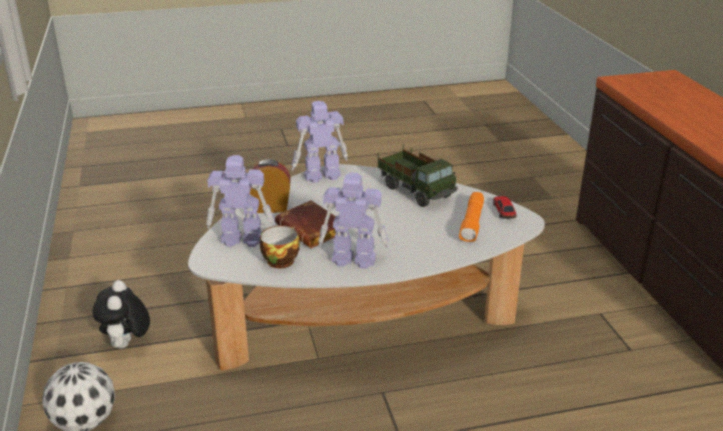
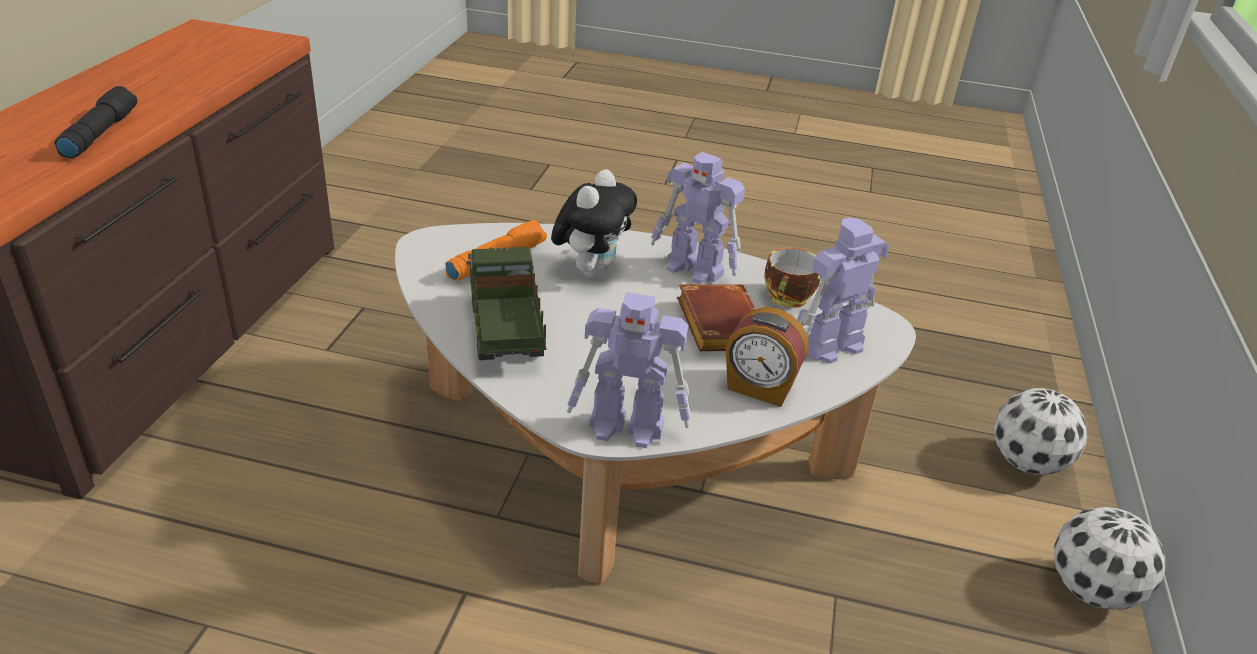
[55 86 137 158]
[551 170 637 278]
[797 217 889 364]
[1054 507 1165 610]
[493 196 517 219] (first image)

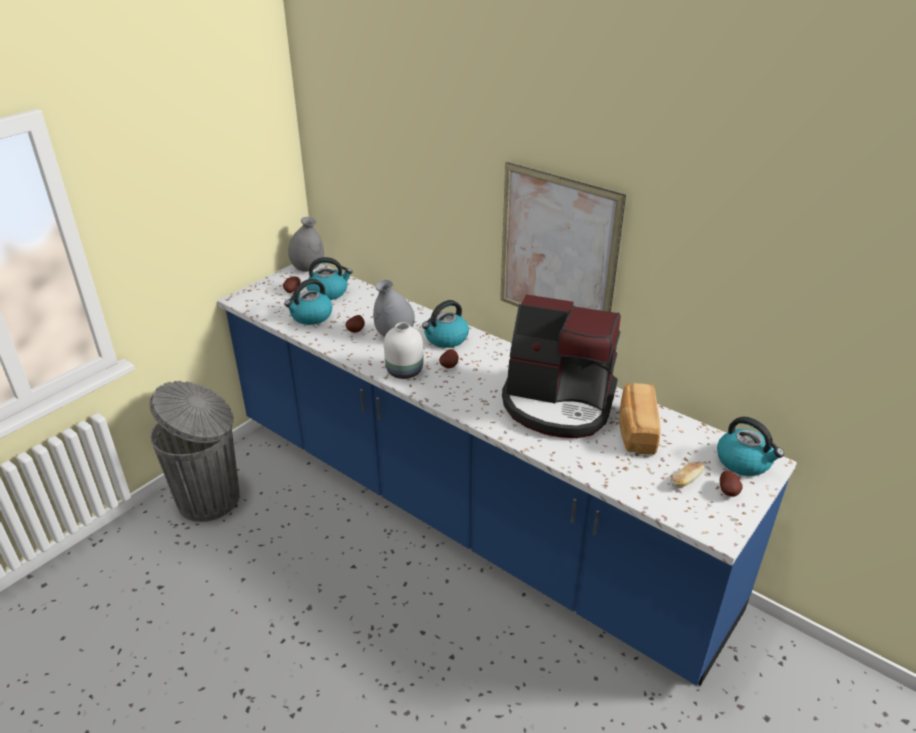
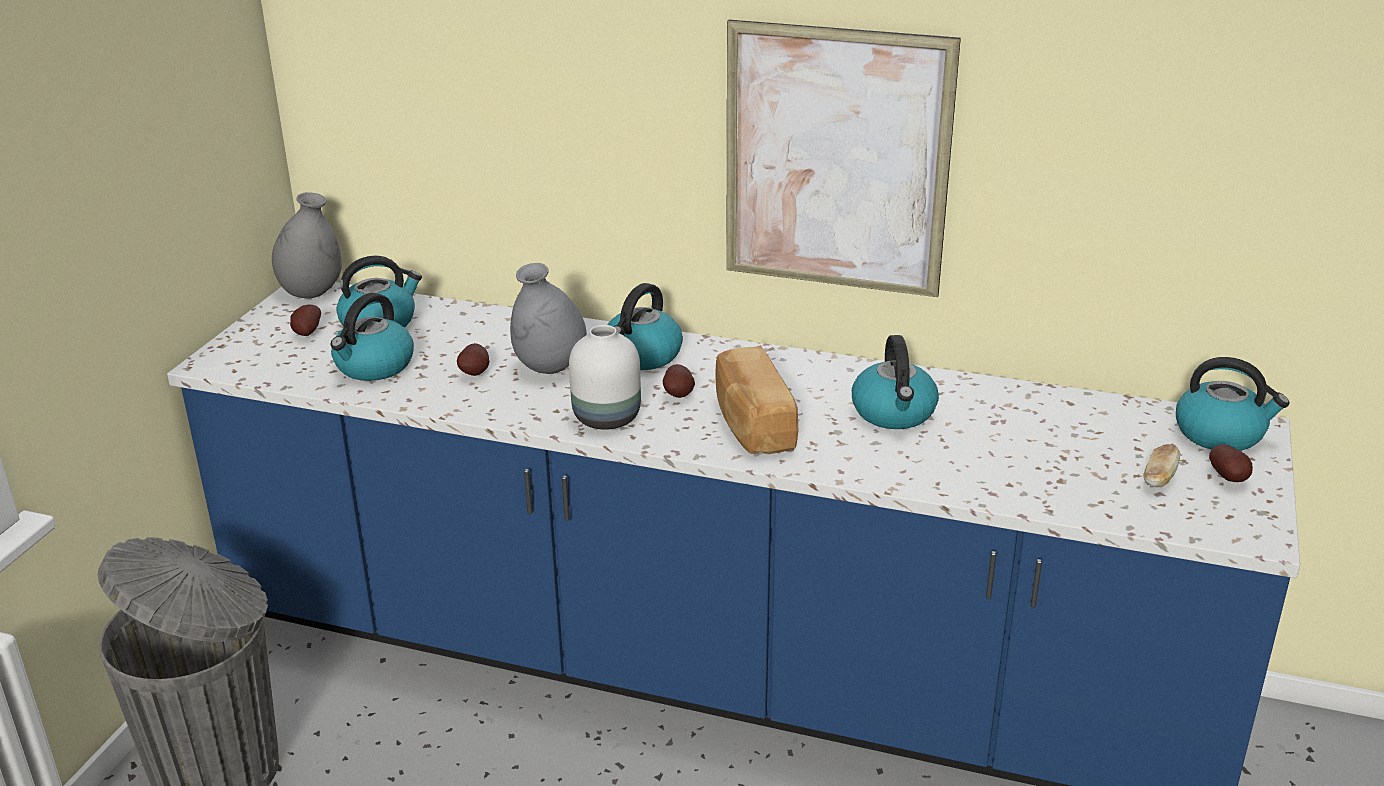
[715 345 798 454]
[852 335 939 429]

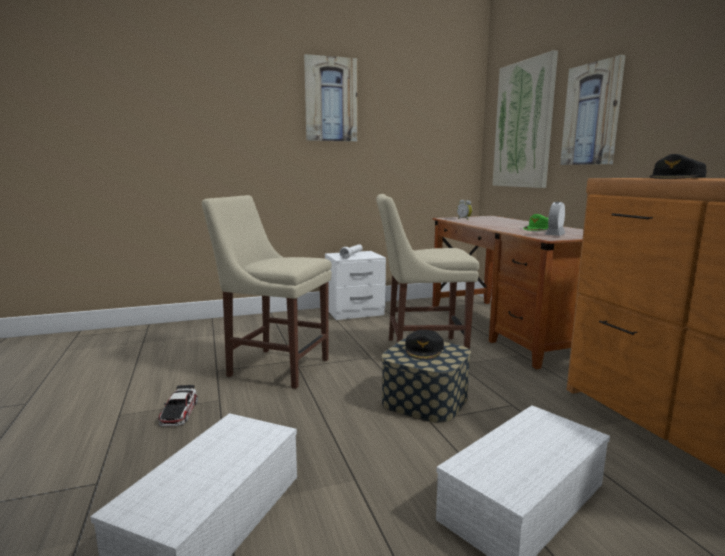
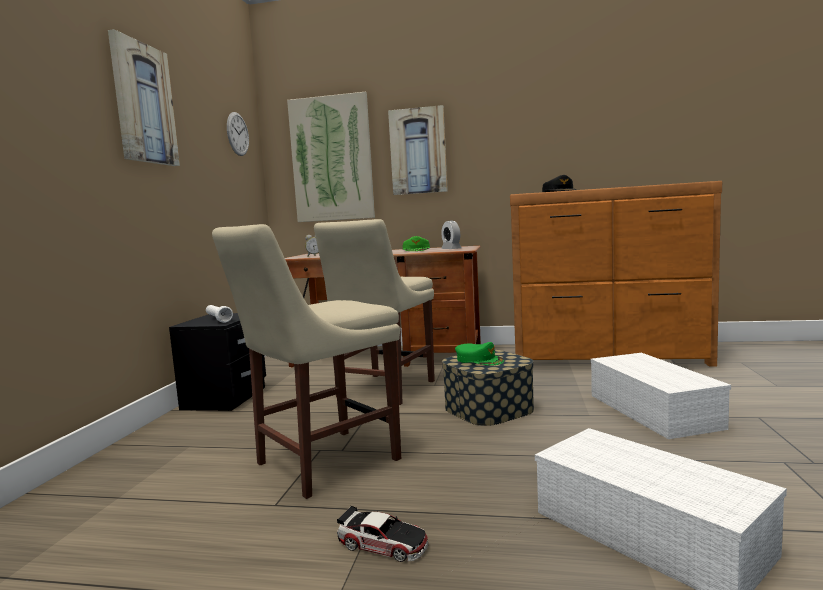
[169 313 266 411]
[227 112 249 156]
[455 342 504 366]

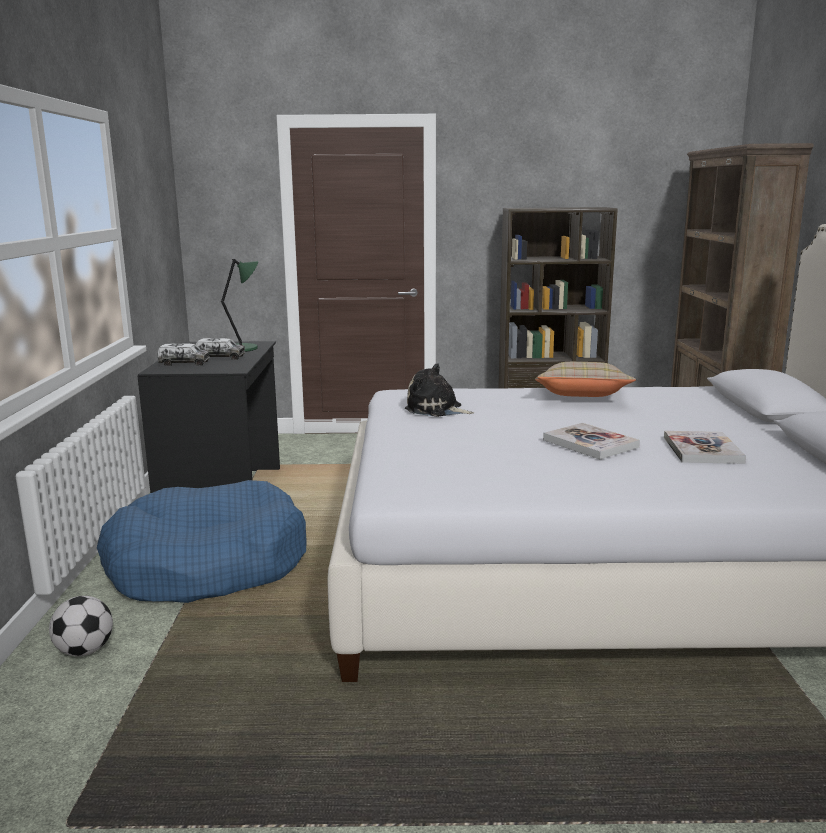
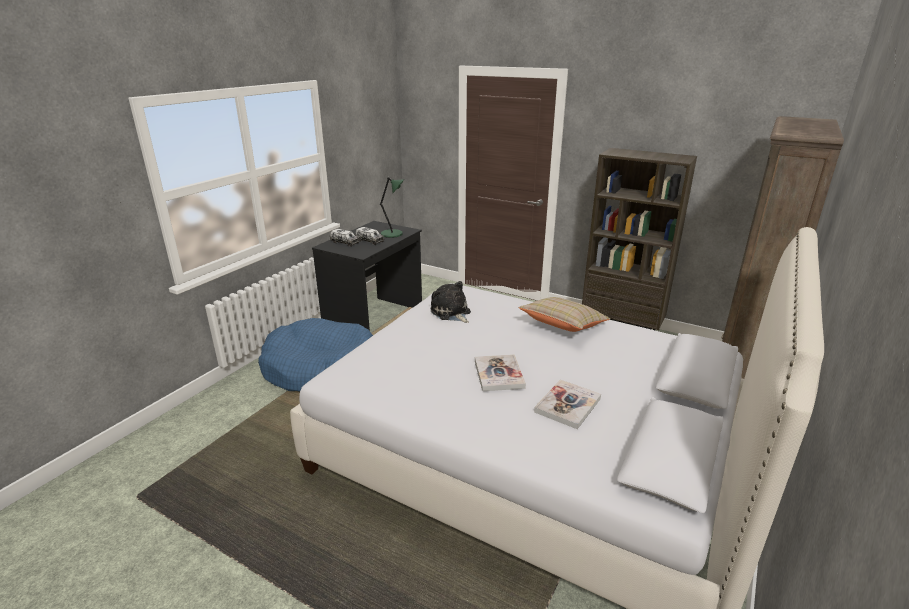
[49 596 113 656] (first image)

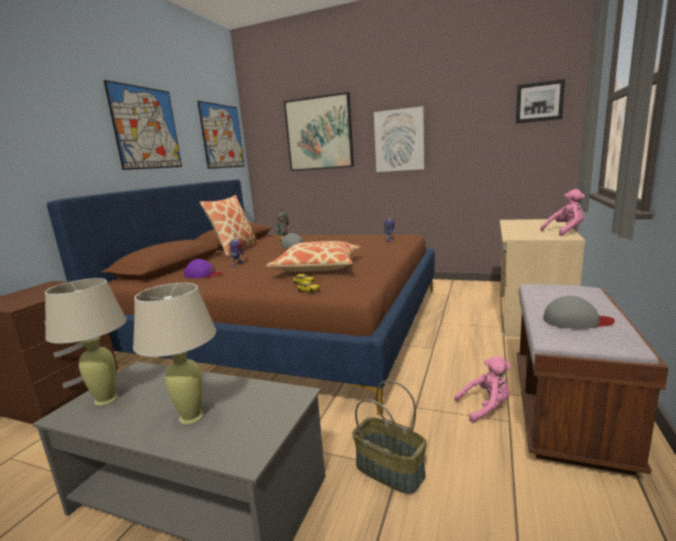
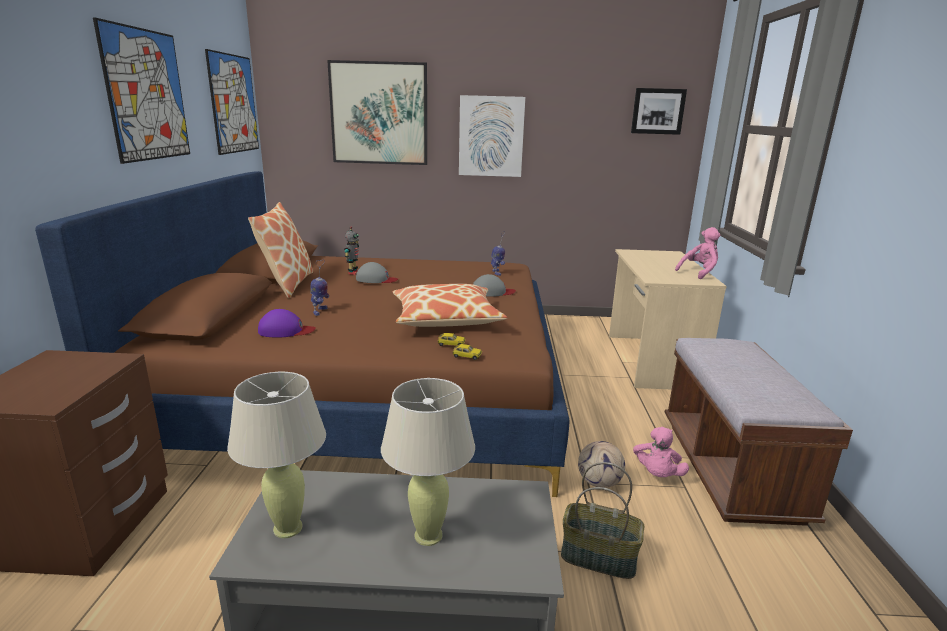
[473 274 516 297]
[578 441 625 488]
[633 427 689 477]

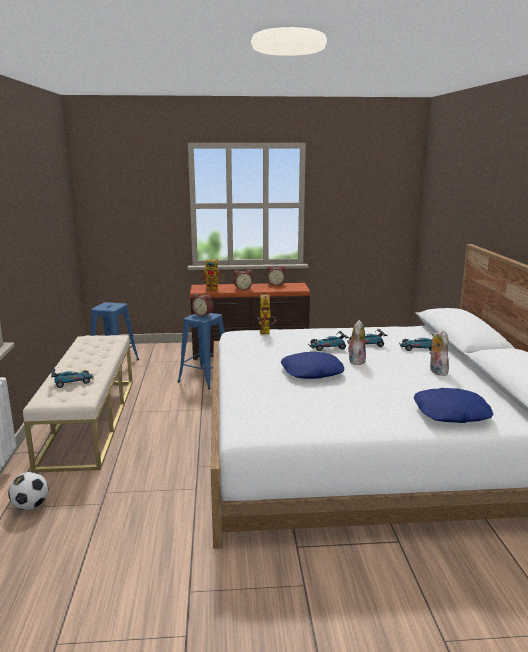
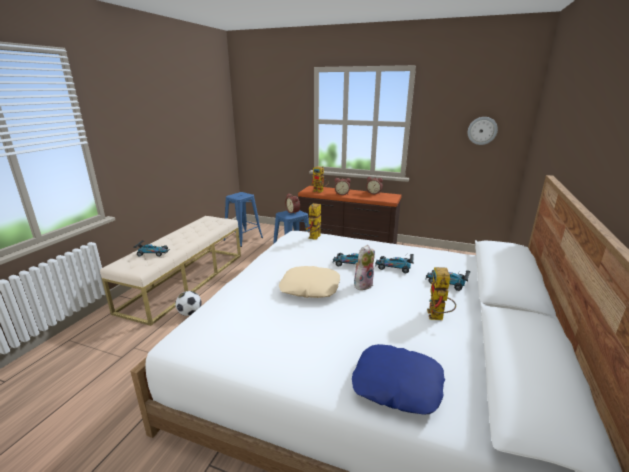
[175 291 202 316]
[279 266 340 298]
[427 267 456 320]
[468 117 498 145]

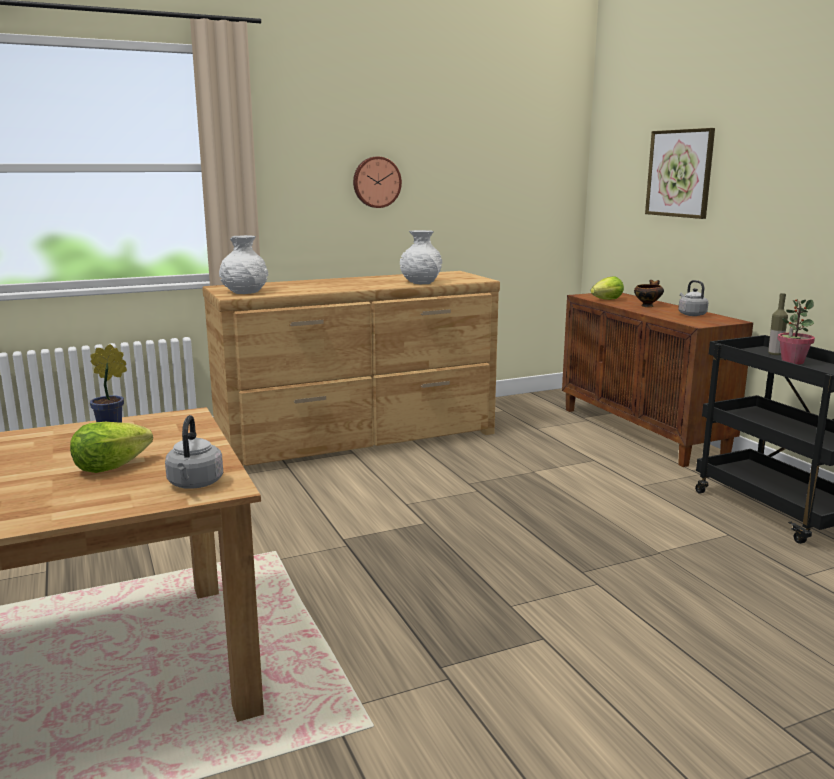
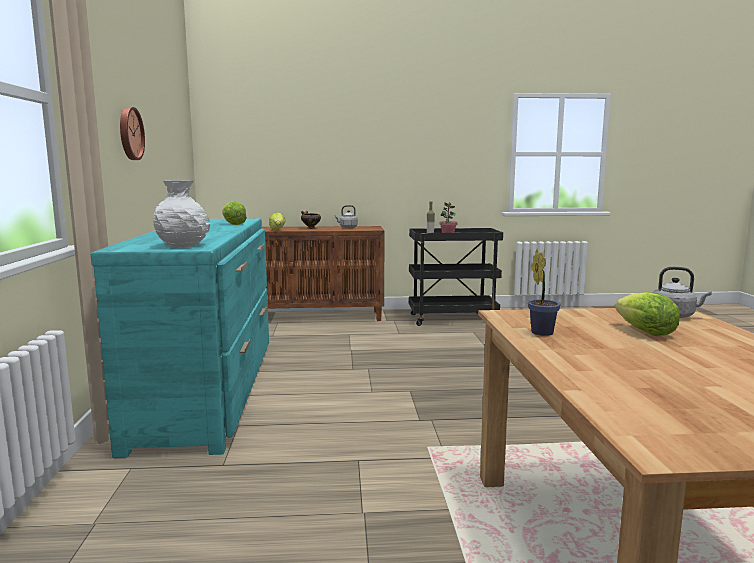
[91 219 269 458]
[222 201 247 225]
[645 128 715 219] (first image)

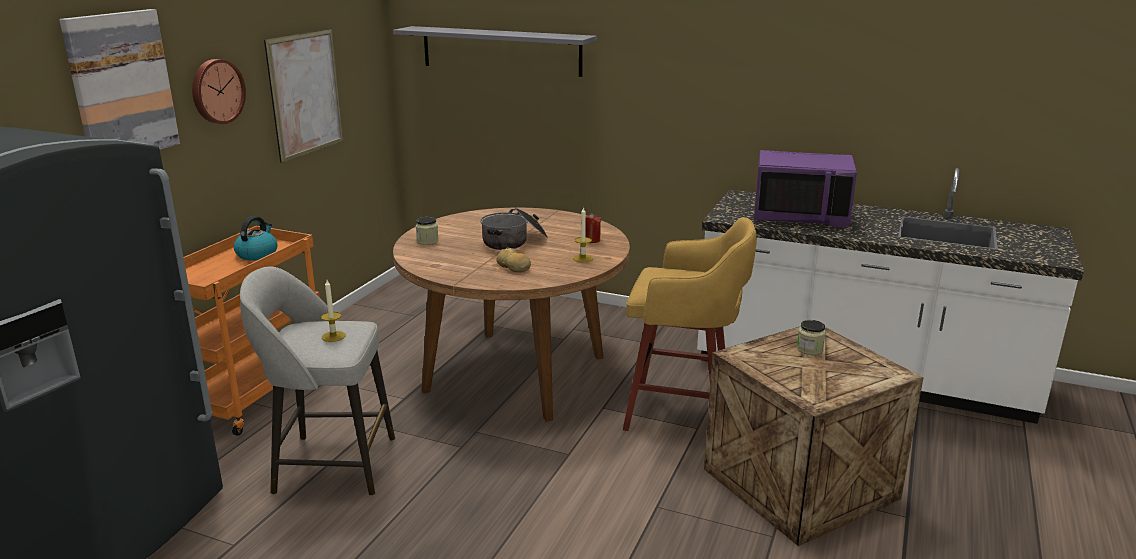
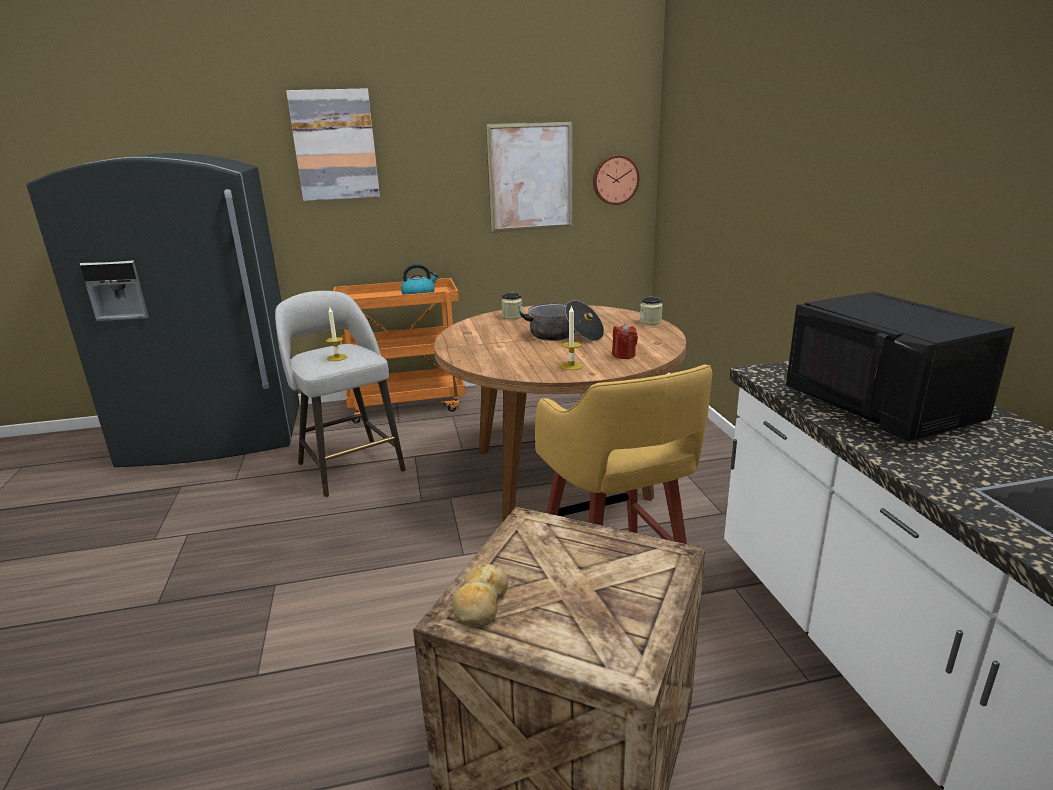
[452 563 508 627]
[593 155 639 205]
[640 297 663 325]
[786 292 1015 442]
[393 26 597 77] (first image)

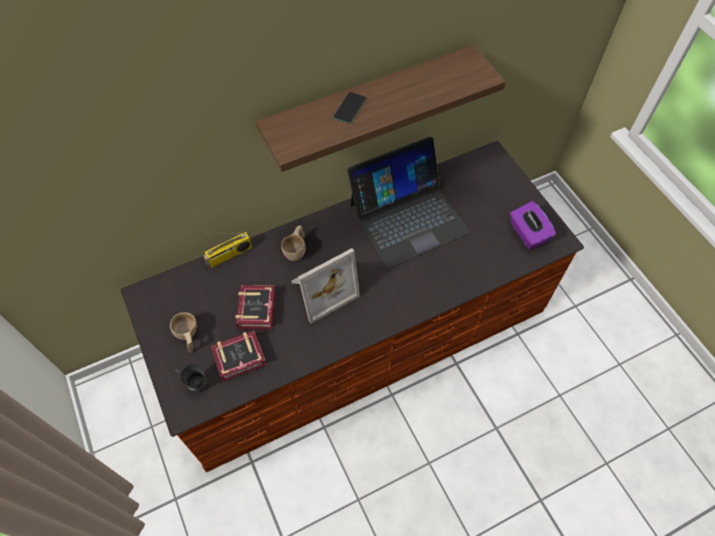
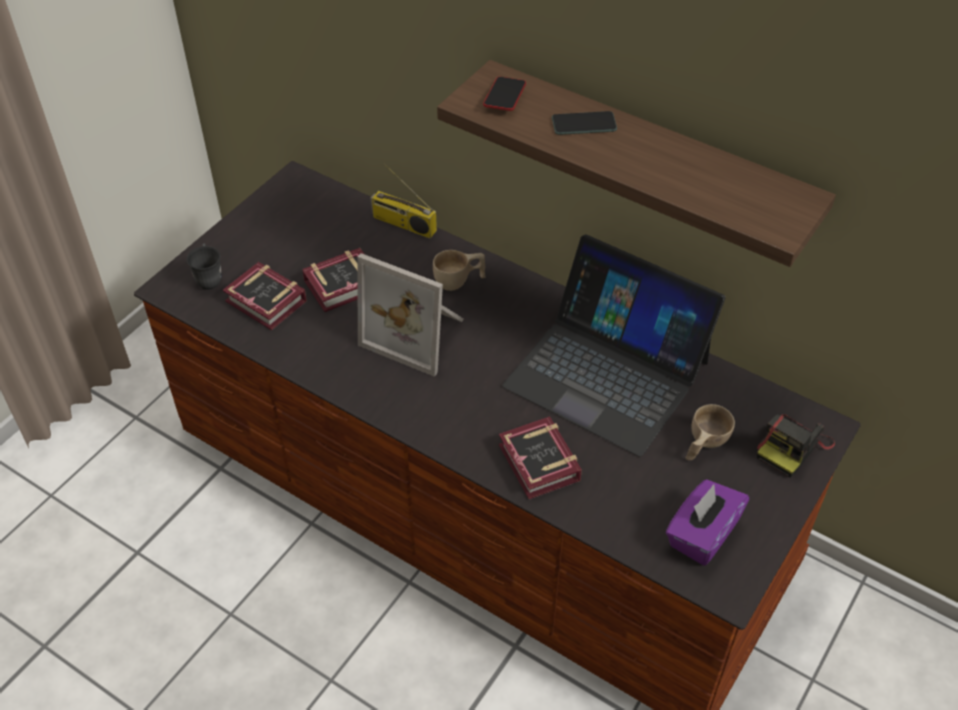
[483 77 526 111]
[499 416 582 499]
[685 404 735 460]
[757 414 835 478]

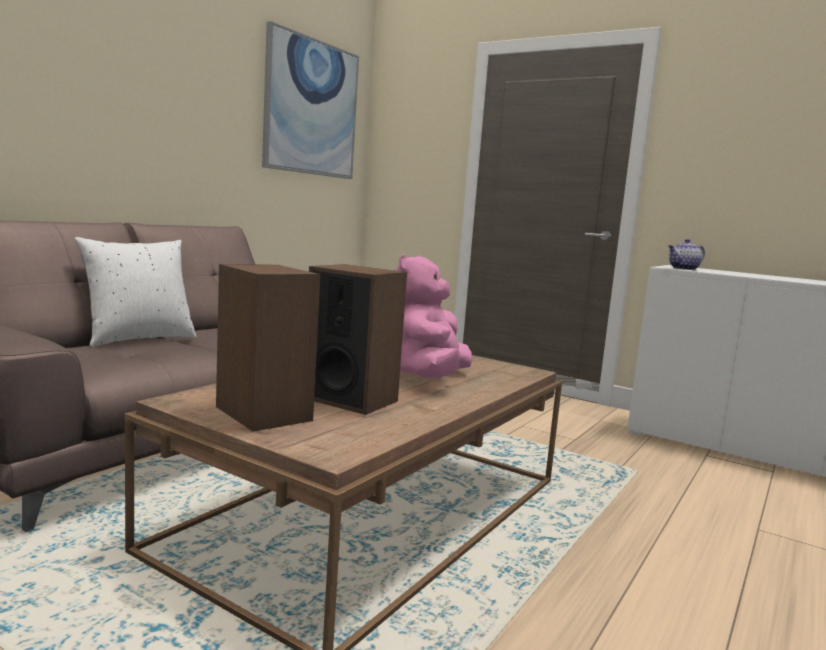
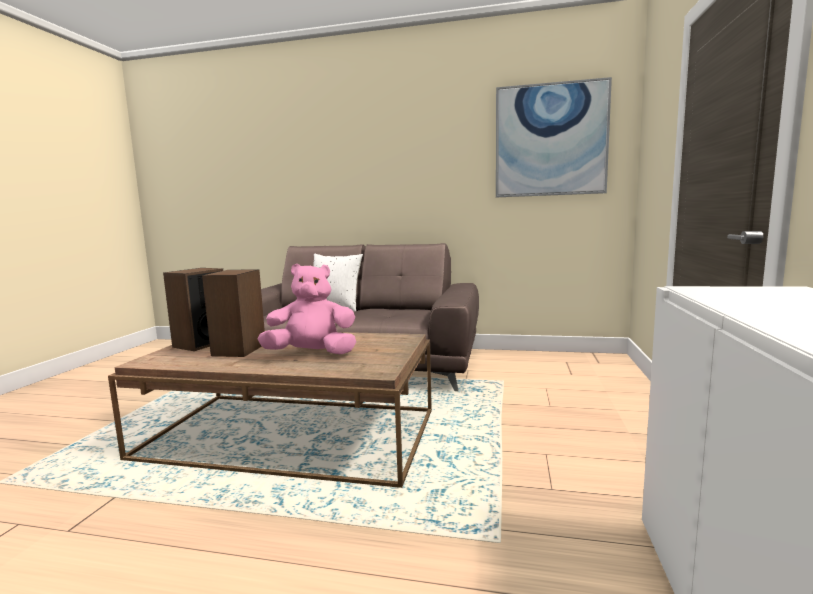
[668 239 705 270] (first image)

